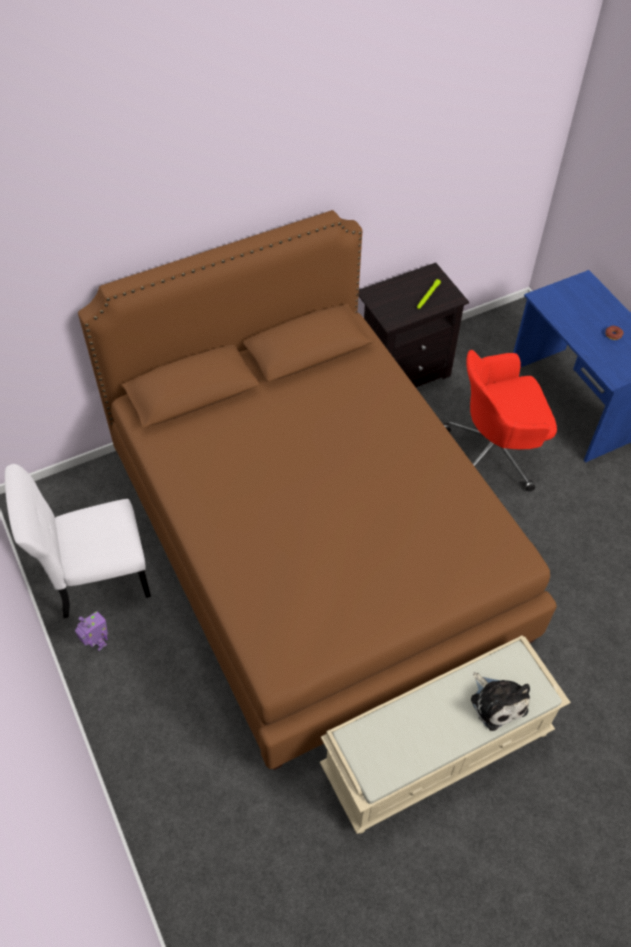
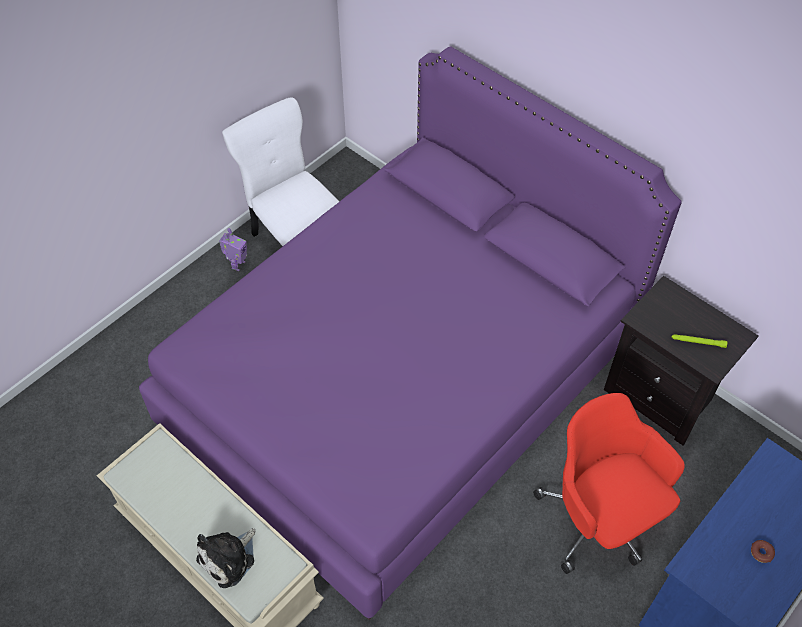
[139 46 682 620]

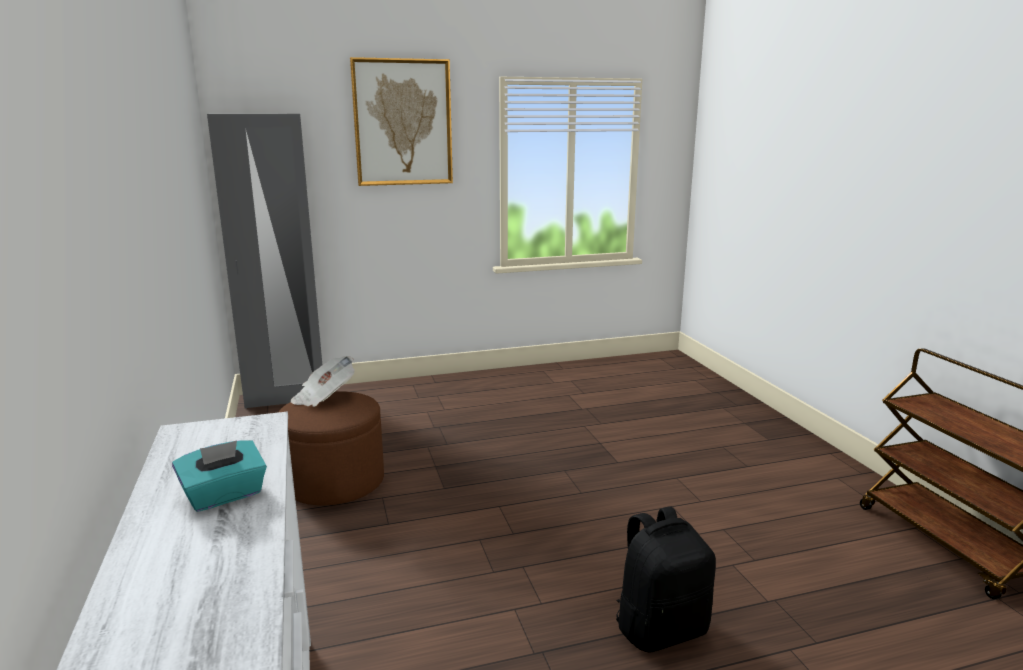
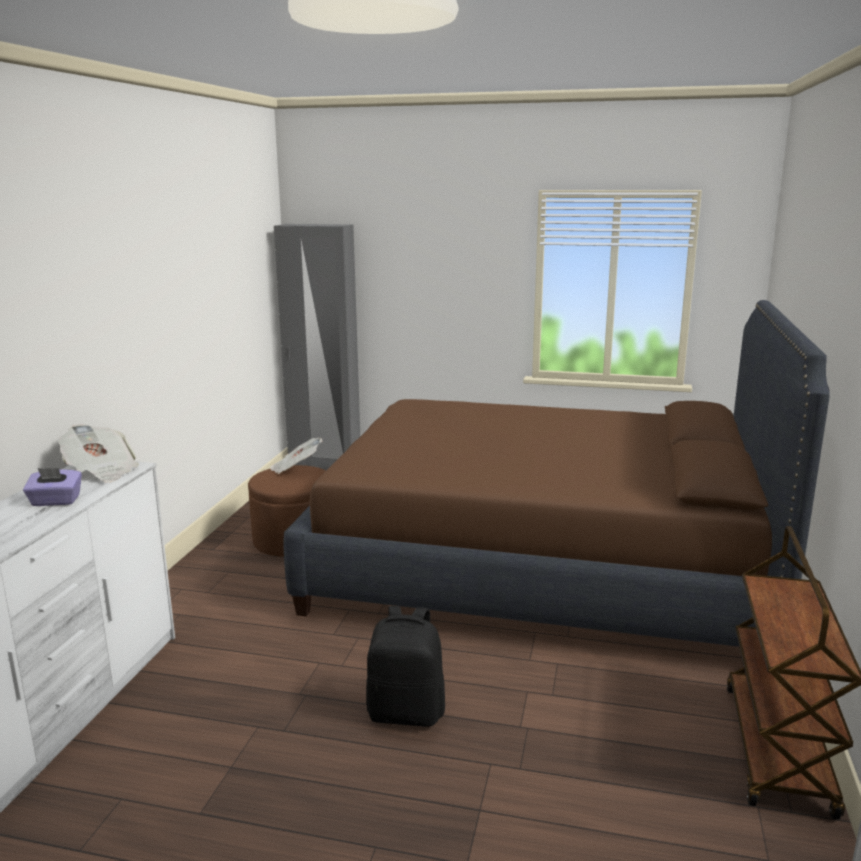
[23 468 82 506]
[58 424 139 483]
[283 300 830 647]
[350 57 453 186] (first image)

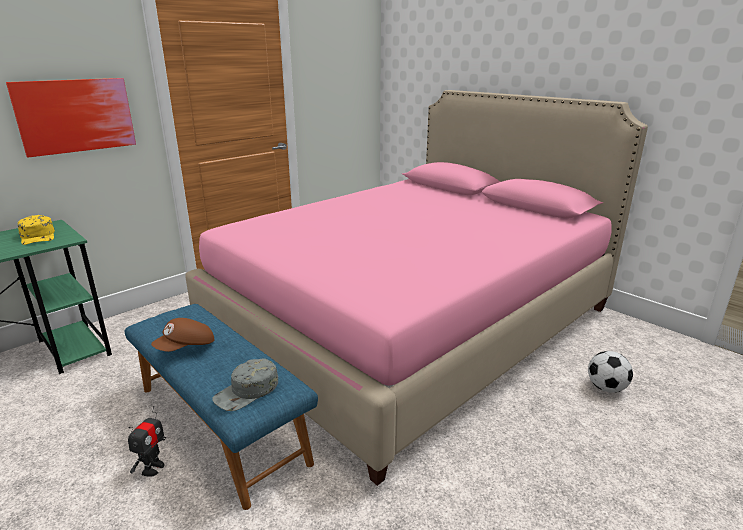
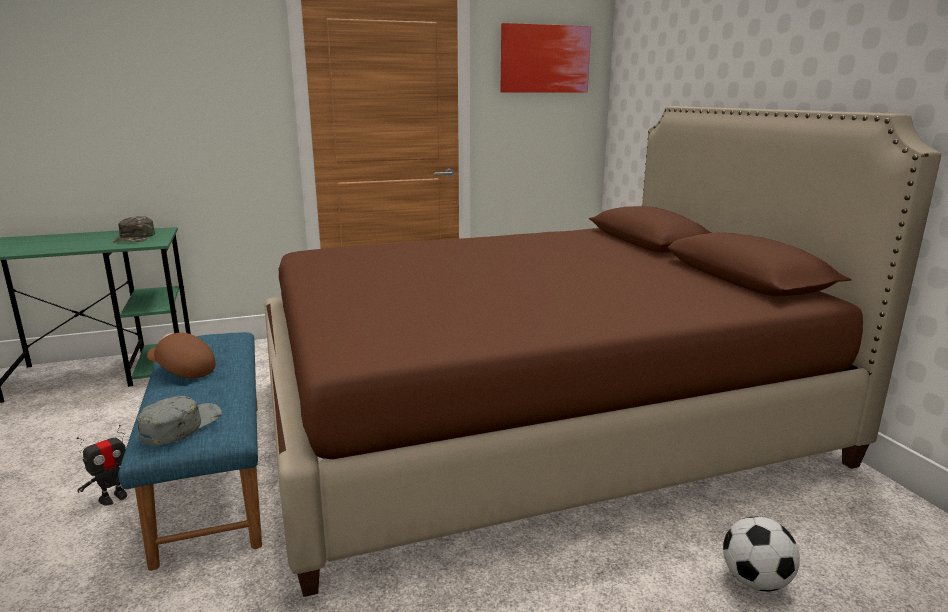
[113 216 155 243]
[138 396 222 445]
[147 333 216 378]
[264 106 941 597]
[500 23 591 93]

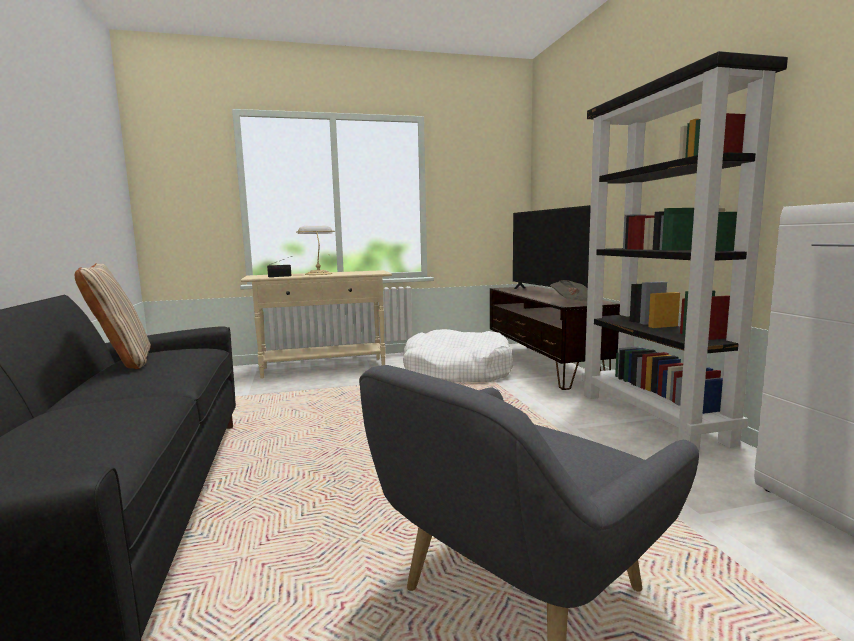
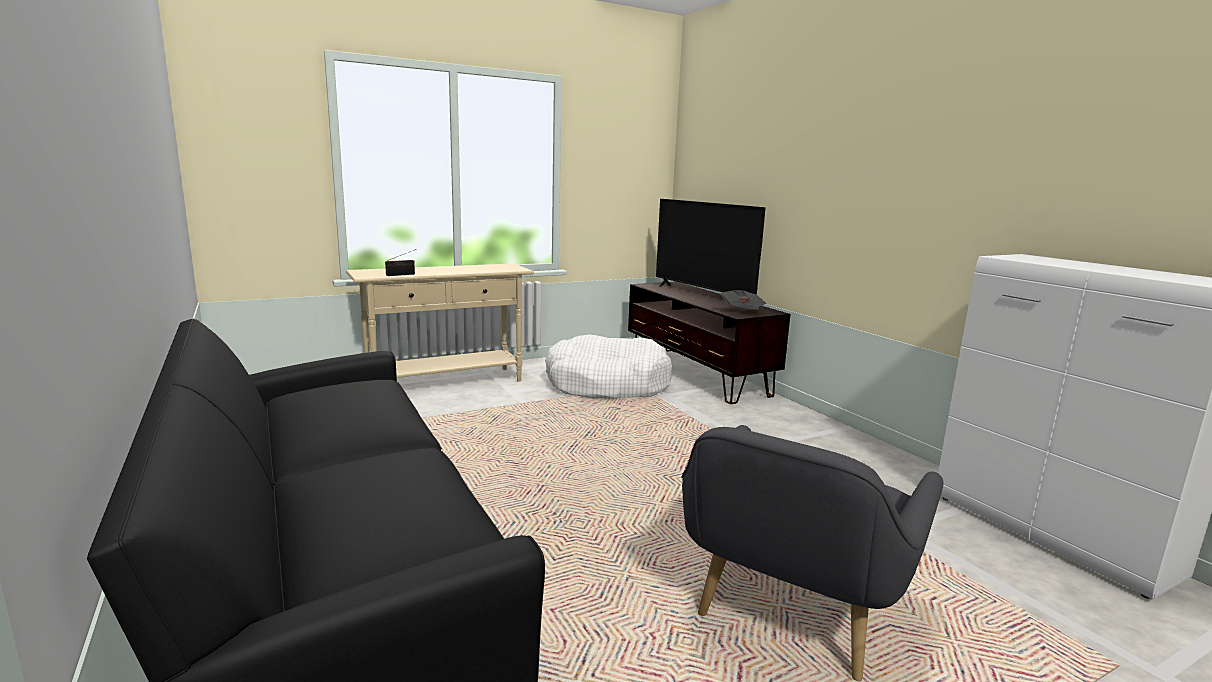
[75 263 151 369] (first image)
[296 226 335 275] (first image)
[581 51 788 452] (first image)

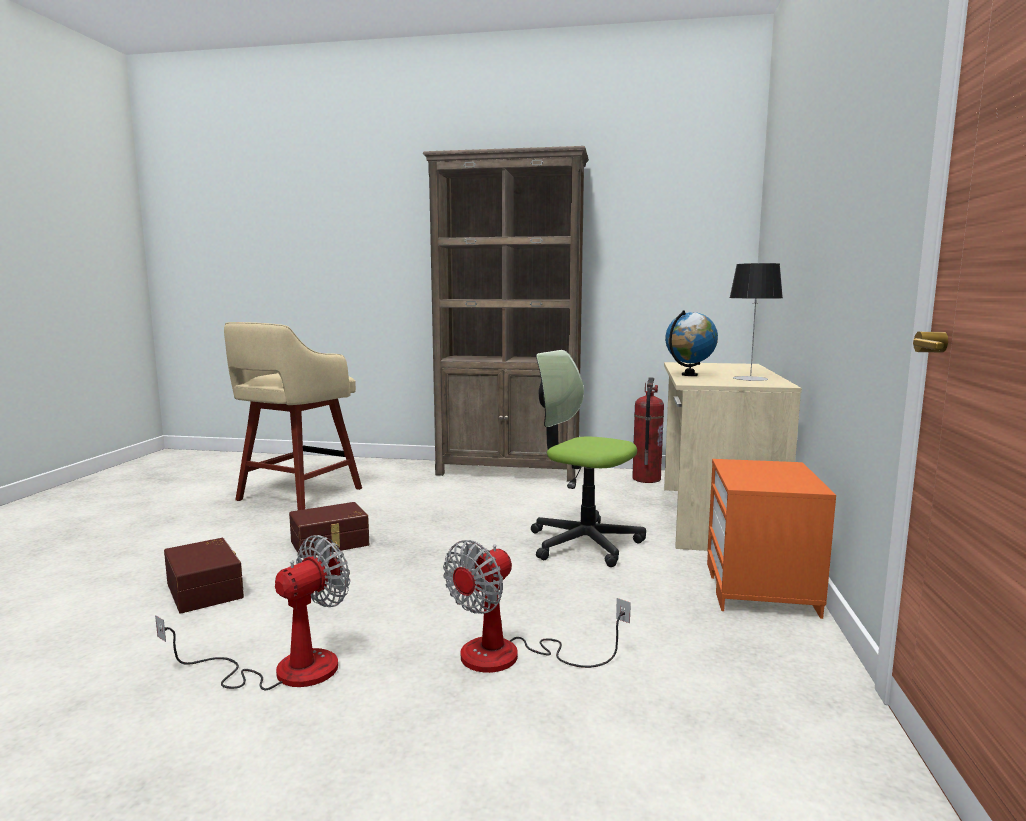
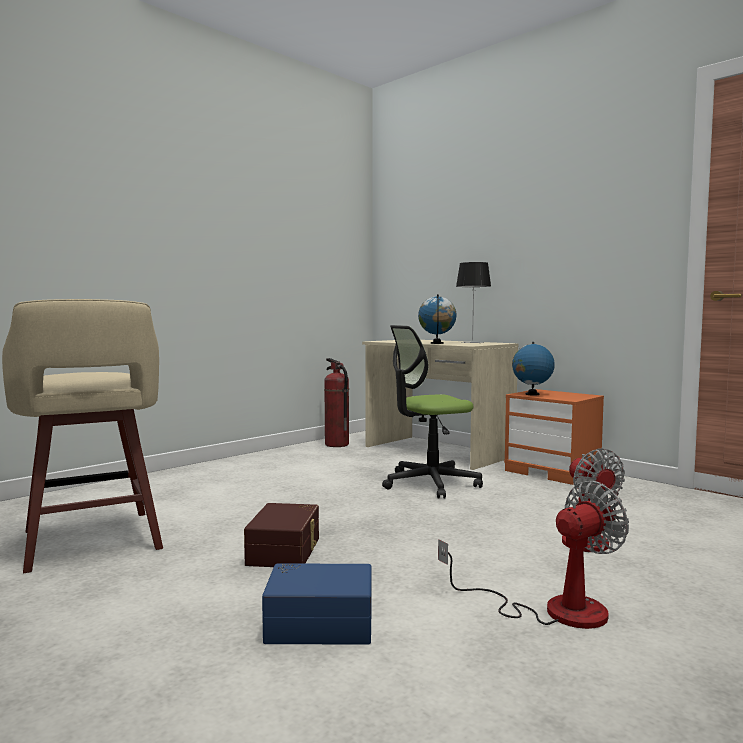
[262 564 372 645]
[438 481 629 629]
[512 342 555 395]
[423 146 589 482] (first image)

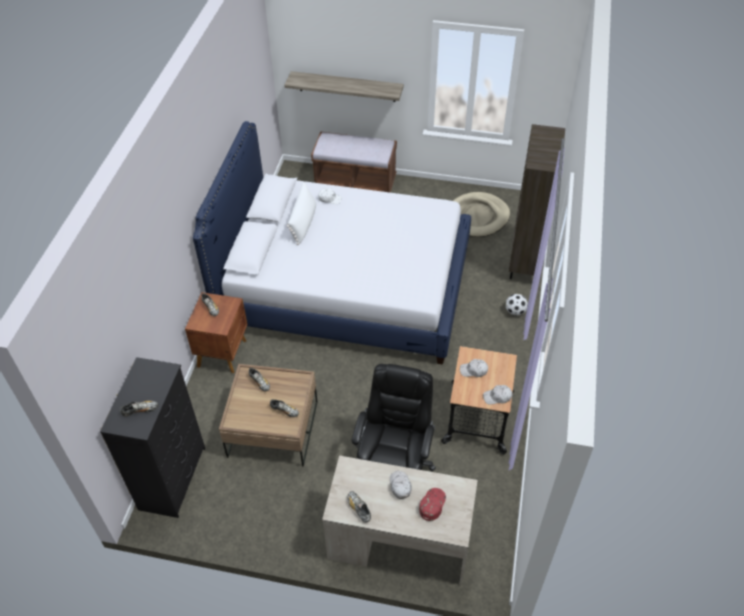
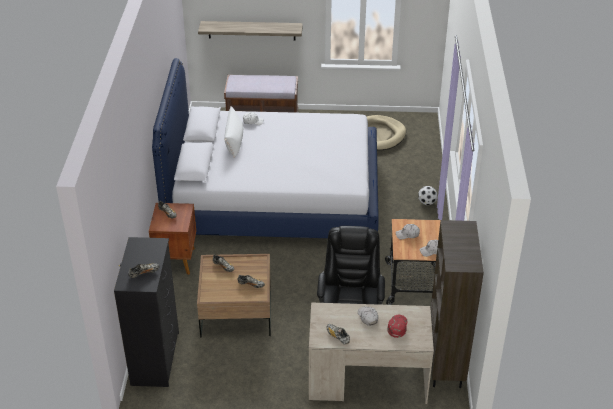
[431 220 484 388]

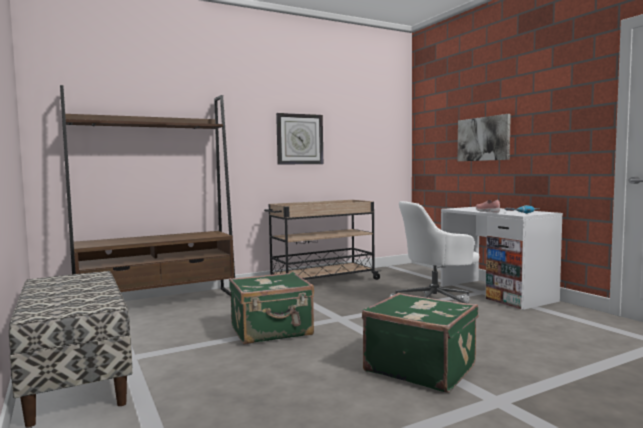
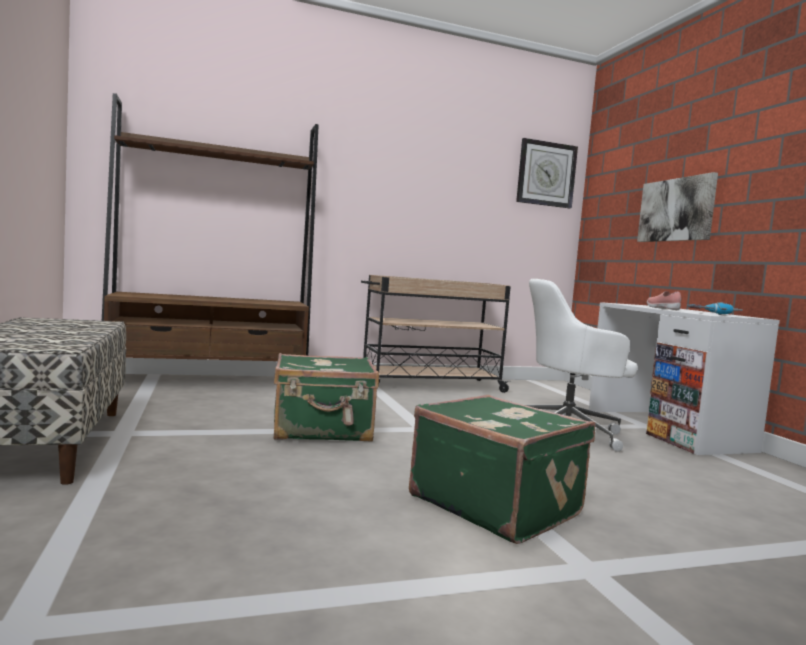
[516 138 578 208]

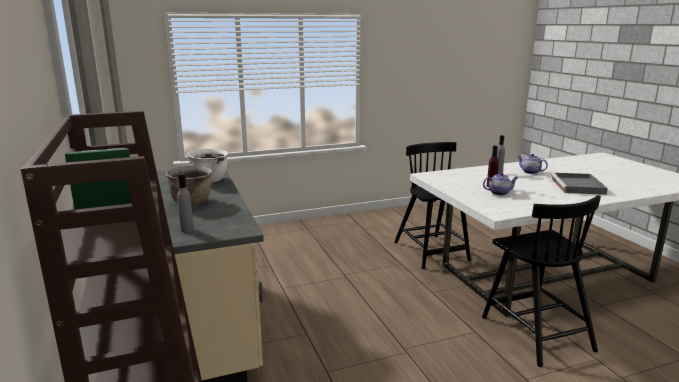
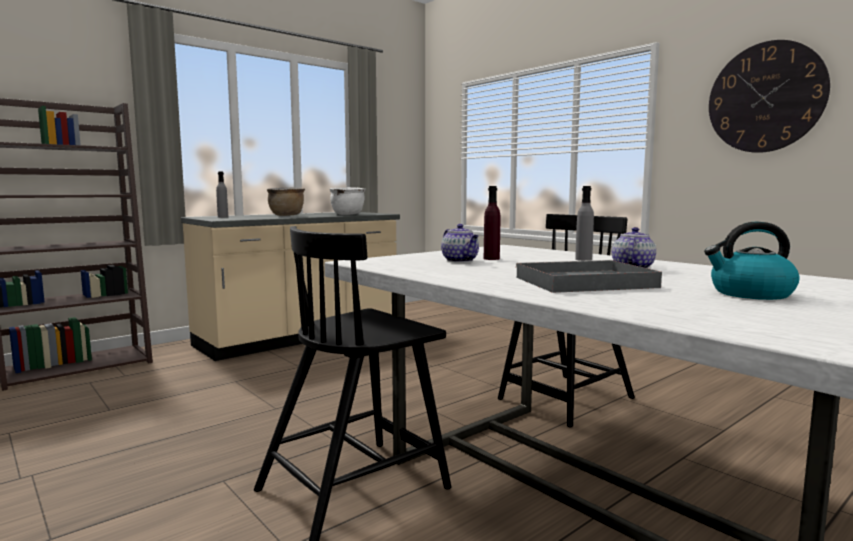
[704 222 800 300]
[709 40 830 153]

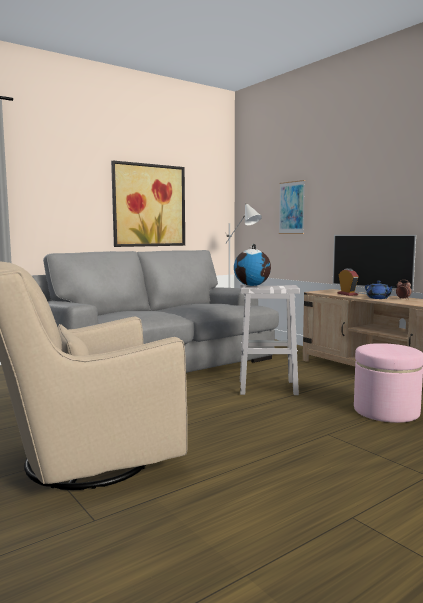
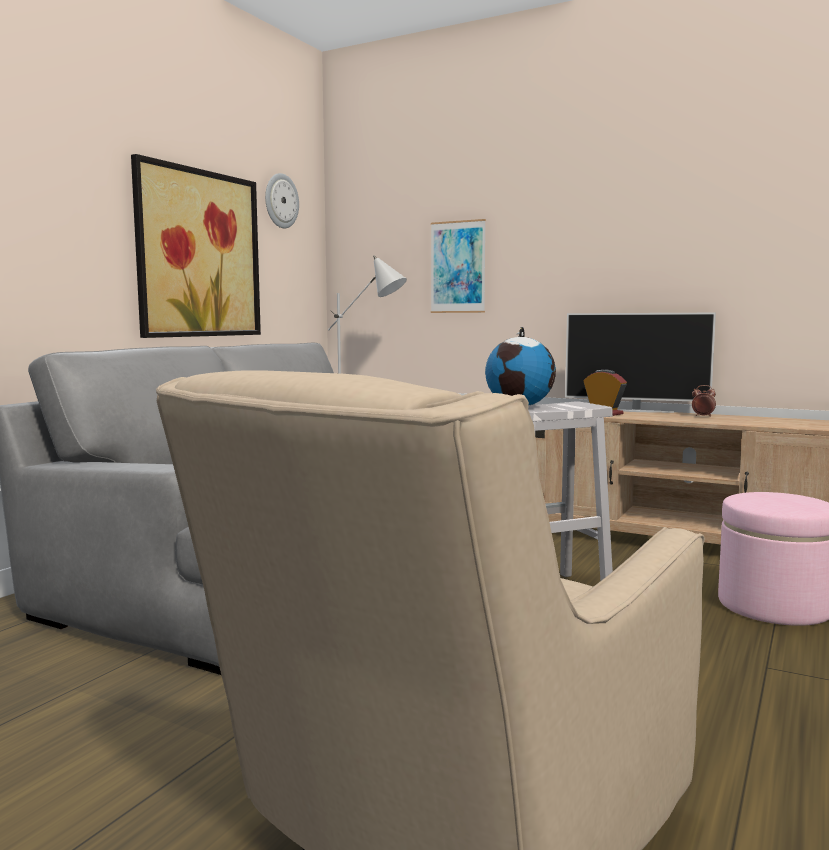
[265 173 299 228]
[365 281 395 299] (first image)

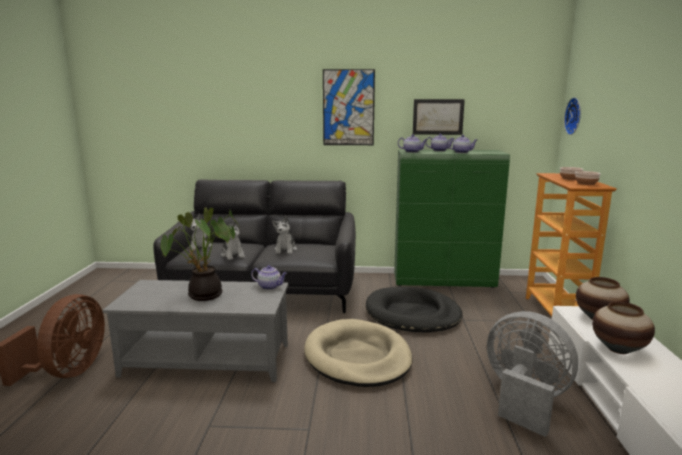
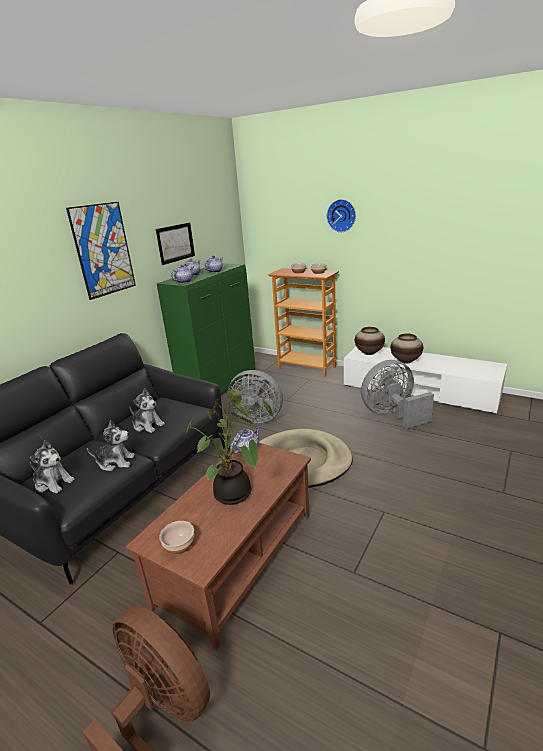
[126 442 311 651]
[159 521 194 555]
[228 370 283 423]
[327 199 356 232]

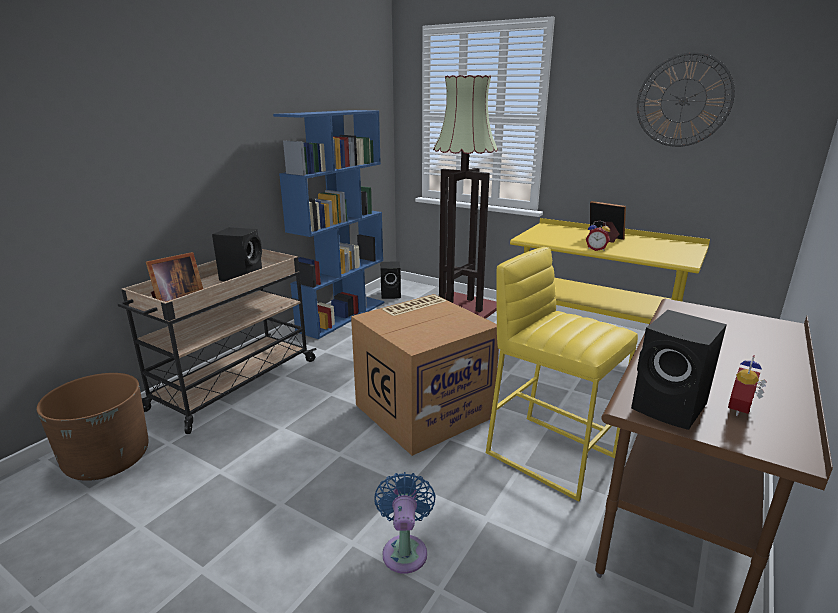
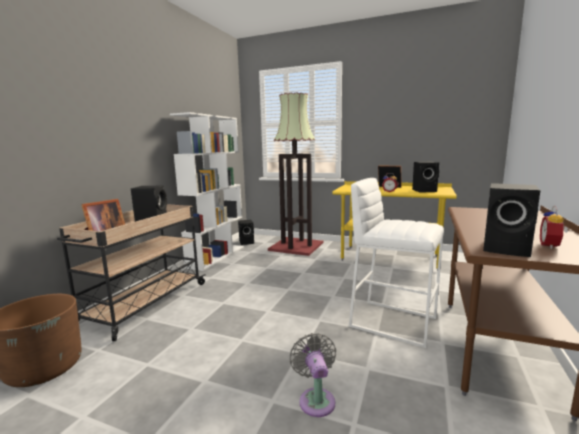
[170 112 244 271]
[290 333 336 417]
[349 178 444 348]
[412 162 439 192]
[351 294 499 456] (first image)
[637 52 735 147] (first image)

